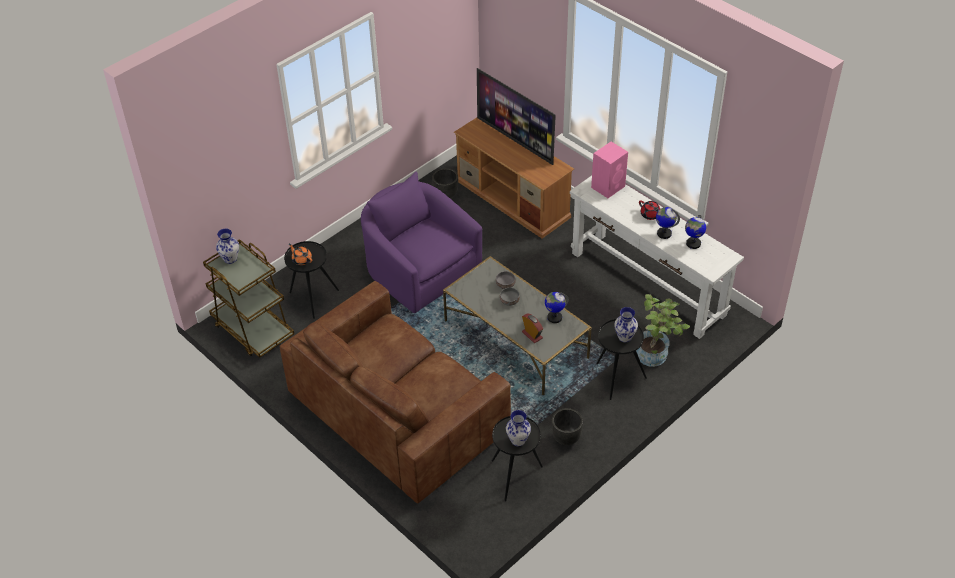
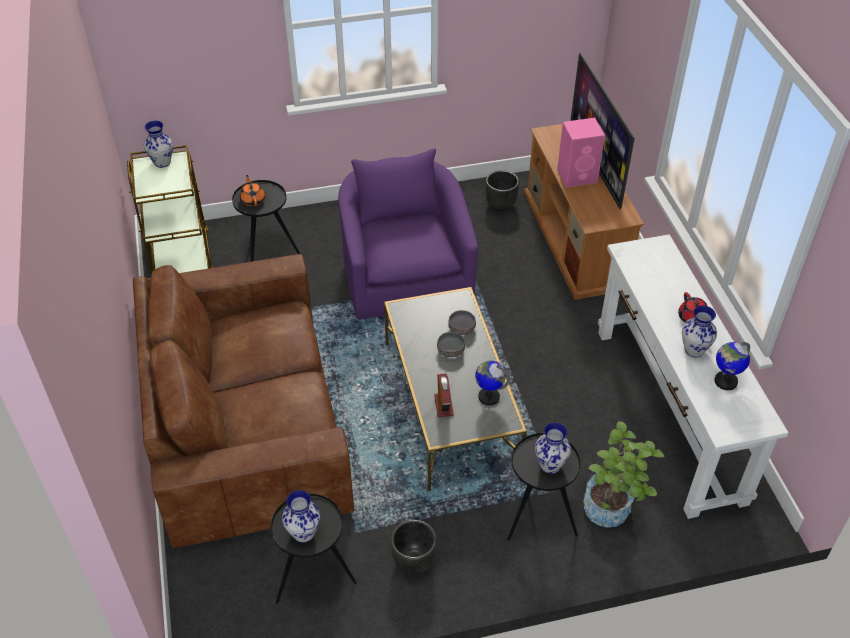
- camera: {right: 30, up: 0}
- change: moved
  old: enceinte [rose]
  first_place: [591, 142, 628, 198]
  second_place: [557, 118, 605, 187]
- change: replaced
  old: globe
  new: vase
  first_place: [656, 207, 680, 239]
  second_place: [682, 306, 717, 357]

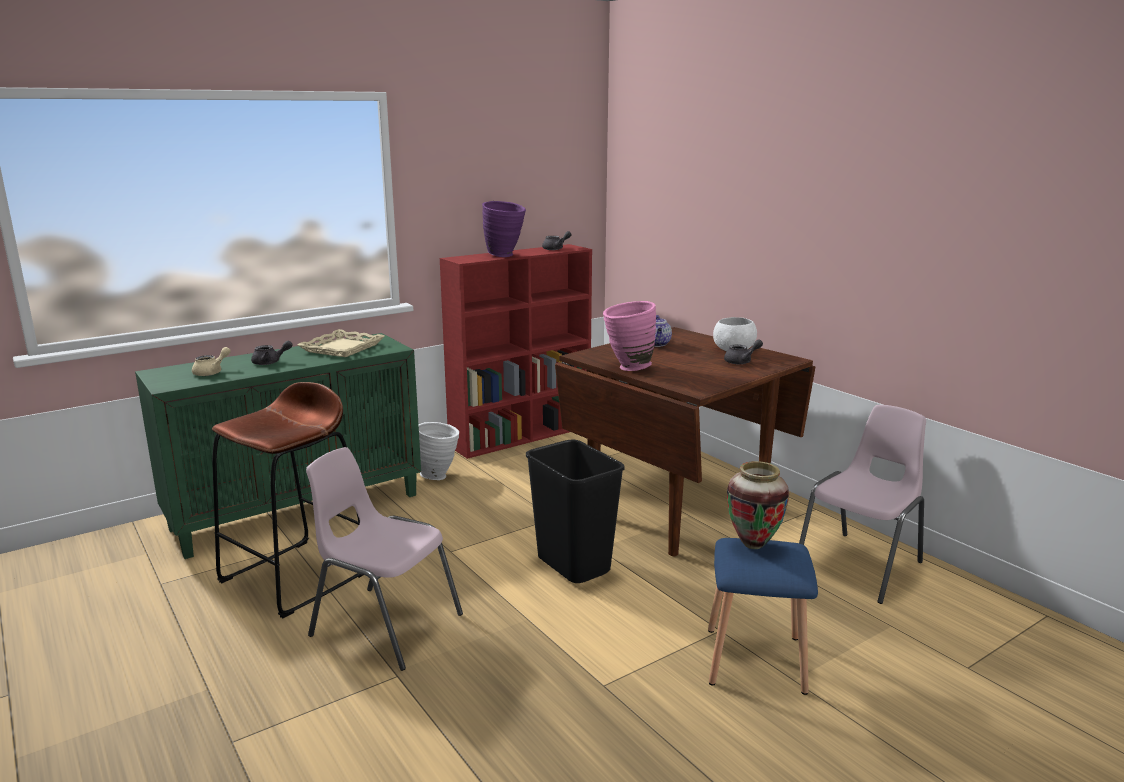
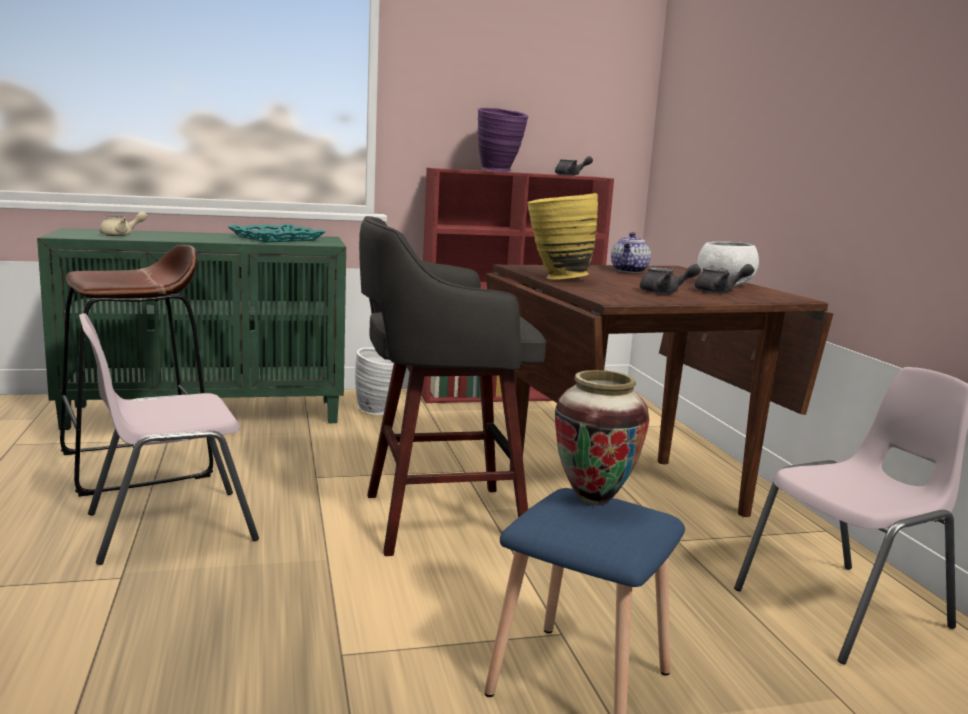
- camera: {right: 20, up: -5}
- change: turned
  old: chaise [rose]
  first_place: [306, 447, 463, 671]
  second_place: [79, 313, 259, 565]
  degrees: -75
- change: recoloured
  old: plateau [beige]
  new: plateau [turquoise]
  first_place: [297, 329, 385, 357]
  second_place: [228, 224, 326, 242]
- change: replaced
  old: poubelle [noir]
  new: tabouret [gris]
  first_place: [526, 440, 625, 583]
  second_place: [359, 216, 546, 556]
- change: recoloured
  old: vase [rose]
  new: vase [jaune]
  first_place: [603, 301, 656, 371]
  second_place: [528, 193, 598, 279]
- change: moved
  old: théière [gris]
  first_place: [251, 341, 293, 365]
  second_place: [640, 264, 701, 294]

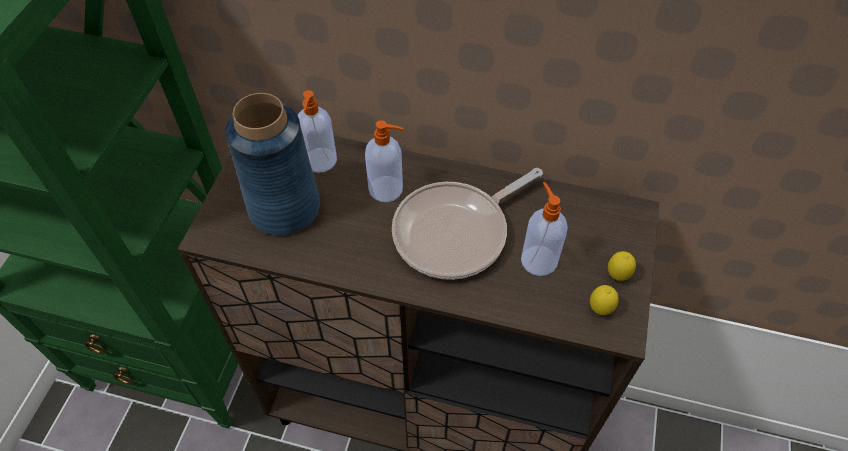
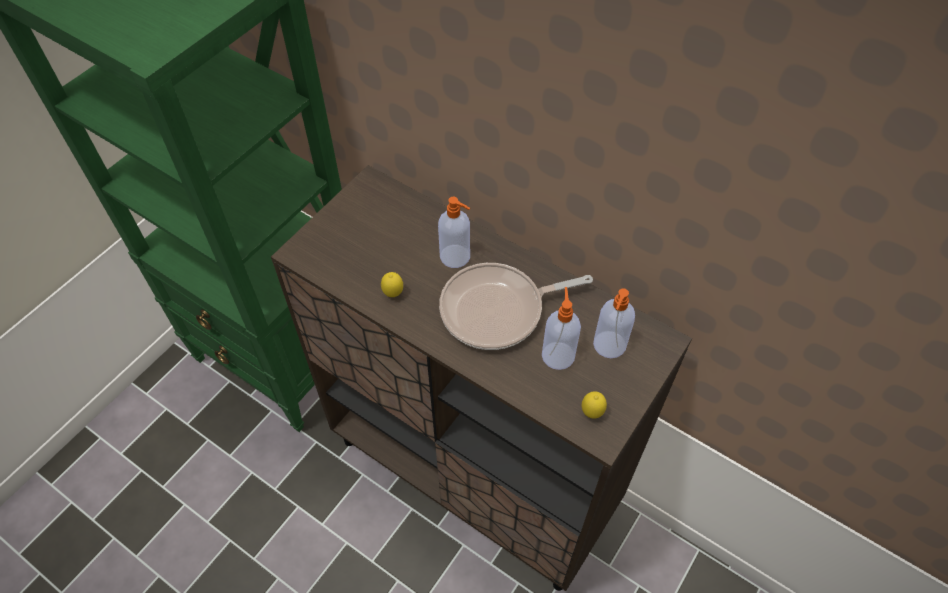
- camera: {right: 20, up: 0}
- change: moved
  old: citron
  first_place: [608, 251, 636, 281]
  second_place: [381, 272, 403, 297]
- change: moved
  old: distributeur de savon
  first_place: [298, 90, 337, 173]
  second_place: [593, 288, 635, 358]
- change: removed
  old: vase [bleu]
  first_place: [225, 93, 320, 235]

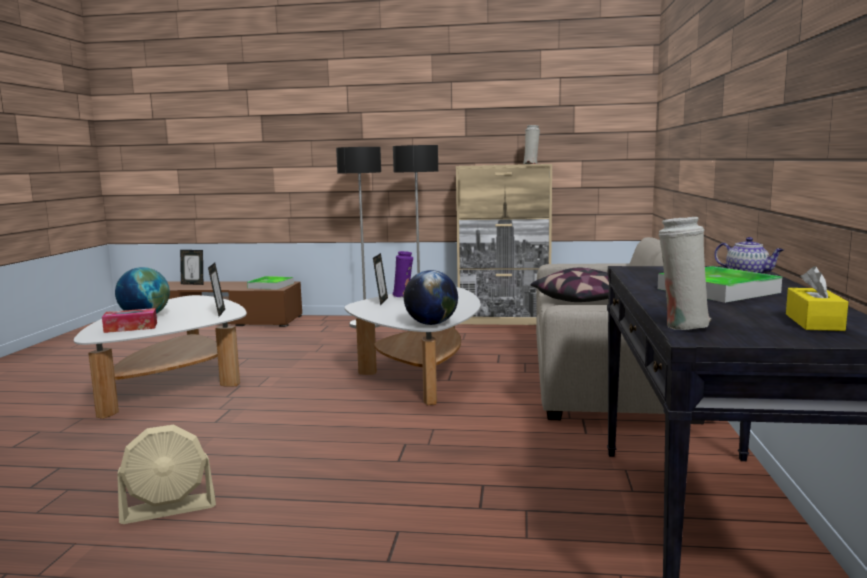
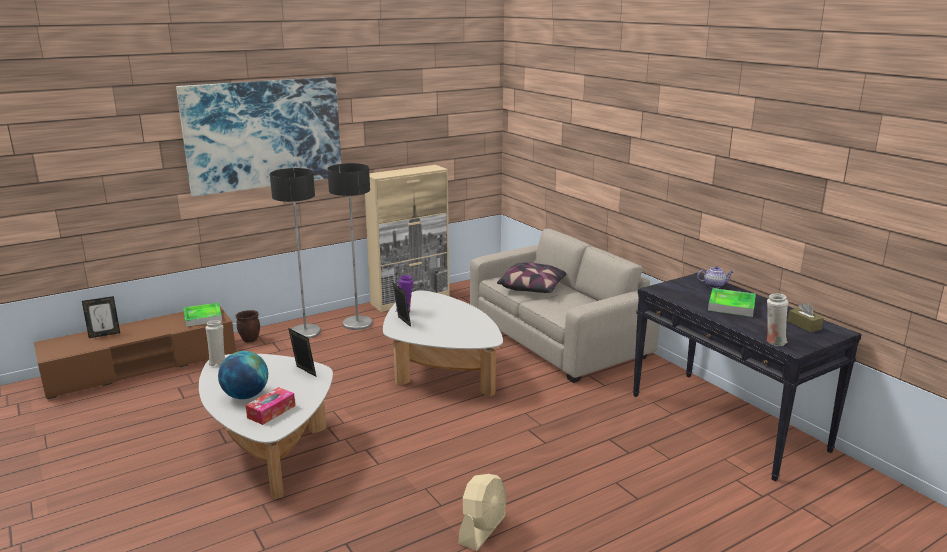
- camera: {right: -40, up: 10}
- change: added
  new: tableau
  second_place: [176, 77, 341, 196]
- change: moved
  old: vase [blanc]
  first_place: [523, 125, 540, 164]
  second_place: [205, 320, 225, 366]
- change: added
  new: cache-pot [marron]
  second_place: [235, 310, 260, 342]
- change: recoloured
  old: boîte à mouchoirs [jaune]
  new: boîte à mouchoirs [marron]
  first_place: [786, 266, 848, 331]
  second_place: [787, 303, 824, 332]
- change: removed
  old: globe
  first_place: [404, 270, 458, 325]

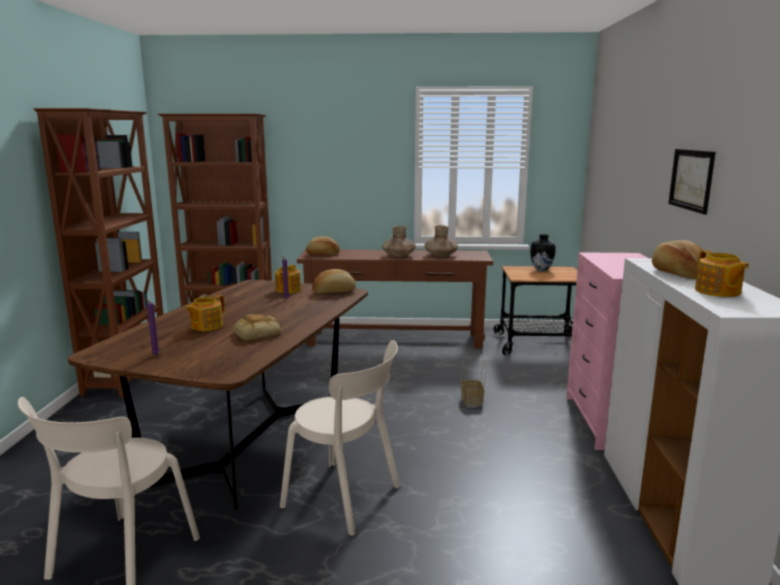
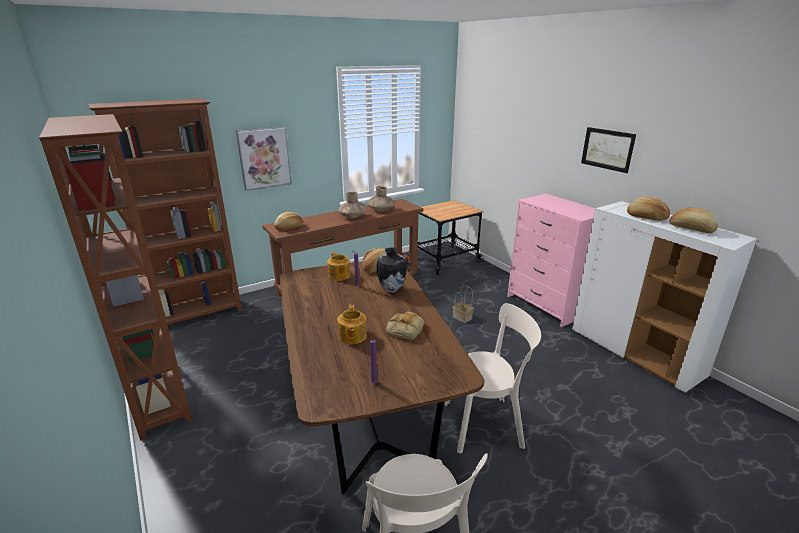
- camera: {right: -35, up: 10}
- change: added
  new: tableau
  second_place: [236, 126, 292, 191]
- change: moved
  old: vase
  first_place: [530, 234, 556, 271]
  second_place: [377, 247, 407, 293]
- change: replaced
  old: théière
  new: pain
  first_place: [695, 250, 749, 297]
  second_place: [670, 207, 718, 233]

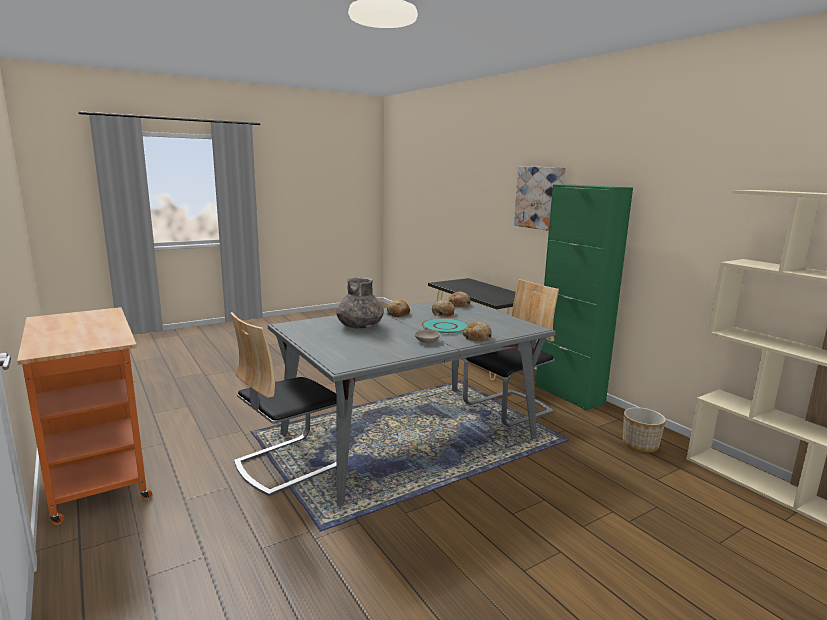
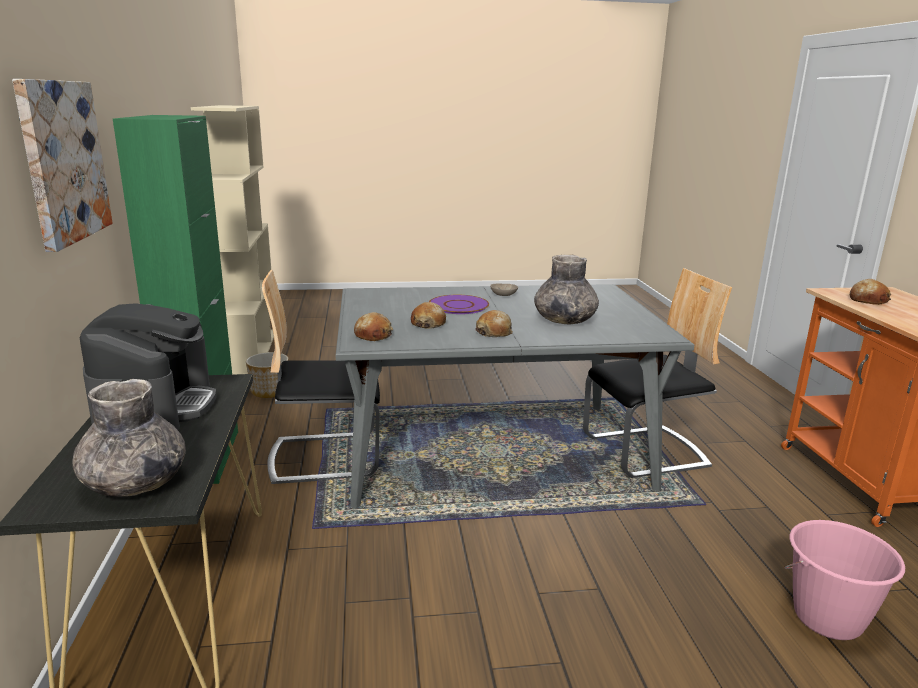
- camera: {right: -155, up: 5}
- change: added
  new: vase [gris]
  second_place: [72, 379, 186, 497]
- change: added
  new: machine à café
  second_place: [80, 303, 216, 430]
- change: recoloured
  old: assiette [turquoise]
  new: assiette [violet]
  first_place: [422, 318, 469, 334]
  second_place: [429, 295, 489, 314]
- change: added
  new: seau [rose]
  second_place: [785, 520, 905, 640]
- change: moved
  old: pain
  first_place: [463, 321, 492, 342]
  second_place: [850, 279, 891, 305]

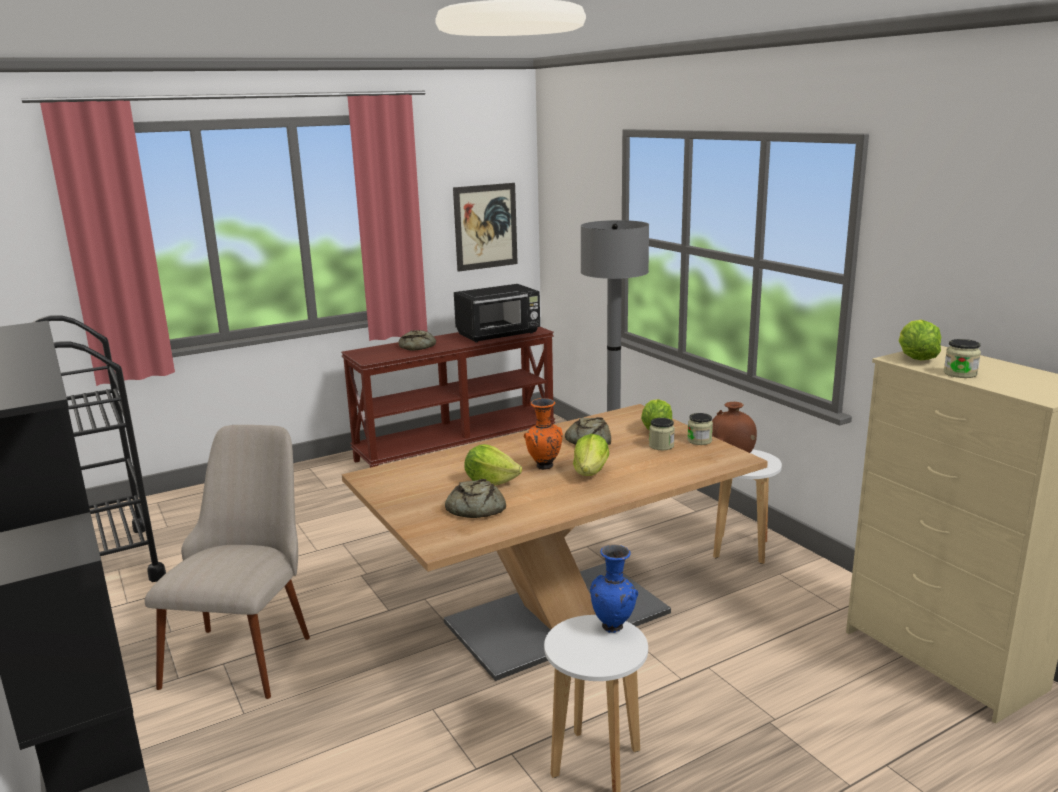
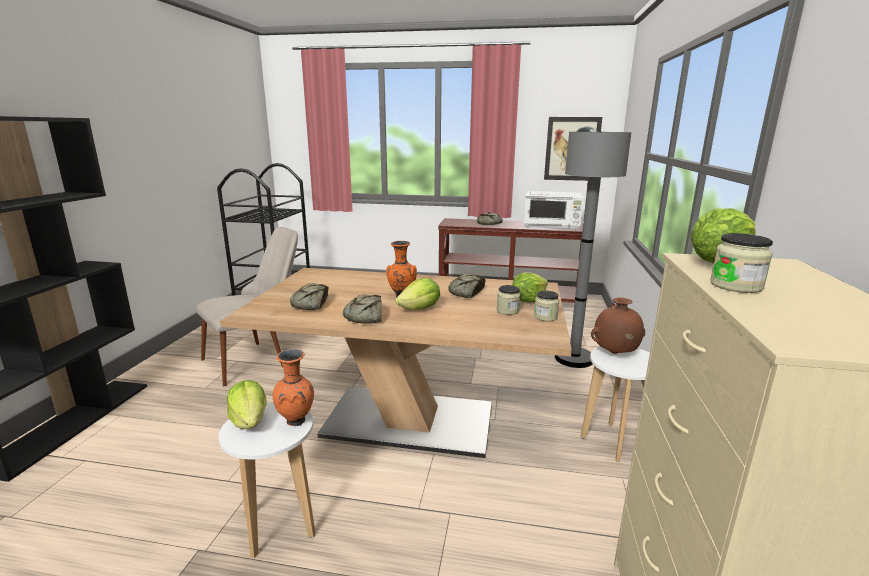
- camera: {right: 40, up: 0}
- change: moved
  old: laitue
  first_place: [464, 444, 522, 485]
  second_place: [227, 380, 267, 429]
- change: recoloured
  old: vase [bleu]
  new: vase [orange]
  first_place: [590, 544, 638, 633]
  second_place: [273, 349, 314, 426]
- change: added
  new: pain
  second_place: [343, 294, 382, 324]
- change: recoloured
  old: micro-ondes [noir]
  new: micro-ondes [blanc]
  first_place: [454, 284, 540, 343]
  second_place: [524, 191, 584, 230]

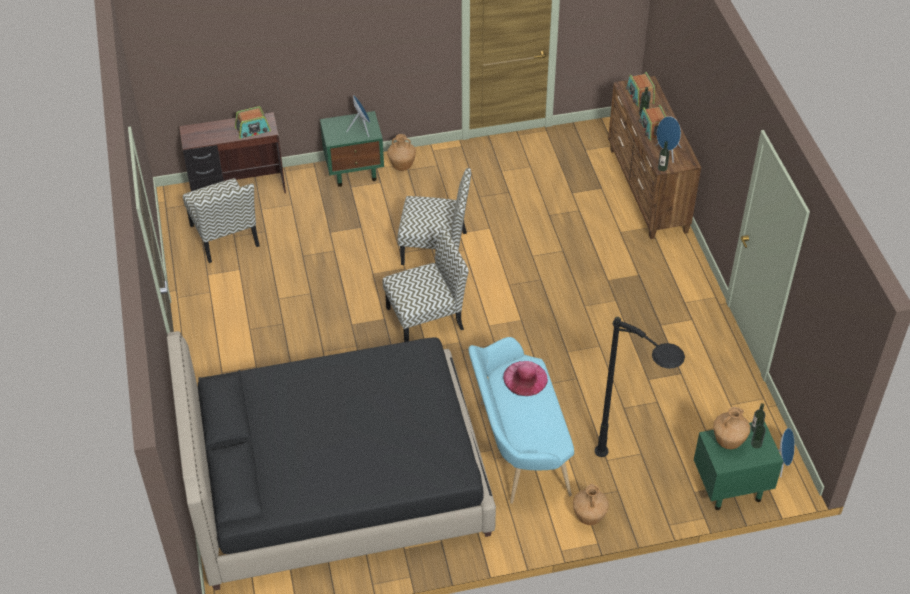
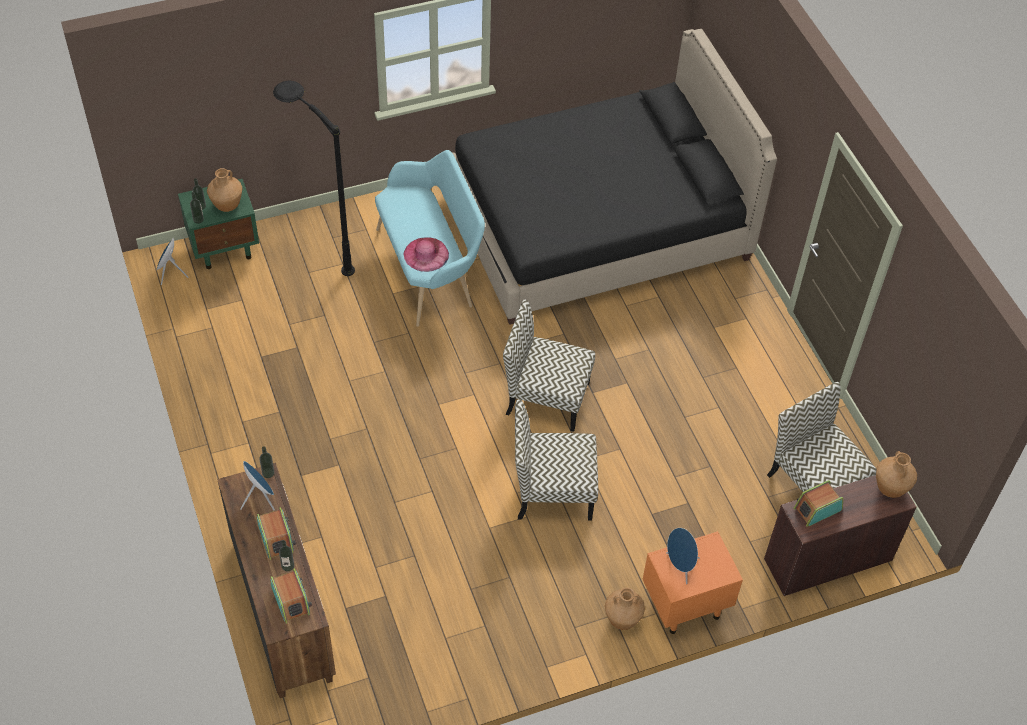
- camera: {right: 170, up: 5}
- change: turned
  old: chaise
  first_place: [383, 227, 469, 342]
  second_place: [503, 300, 595, 432]
  degrees: 45
- change: recoloured
  old: table de chevet [vert]
  new: table de chevet [orange]
  first_place: [320, 111, 384, 187]
  second_place: [643, 531, 743, 634]
- change: moved
  old: vase [marron]
  first_place: [573, 484, 609, 525]
  second_place: [876, 451, 917, 498]

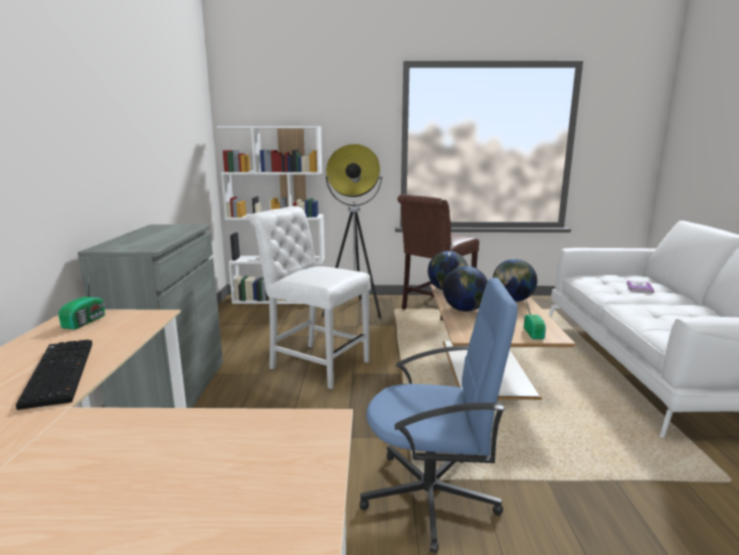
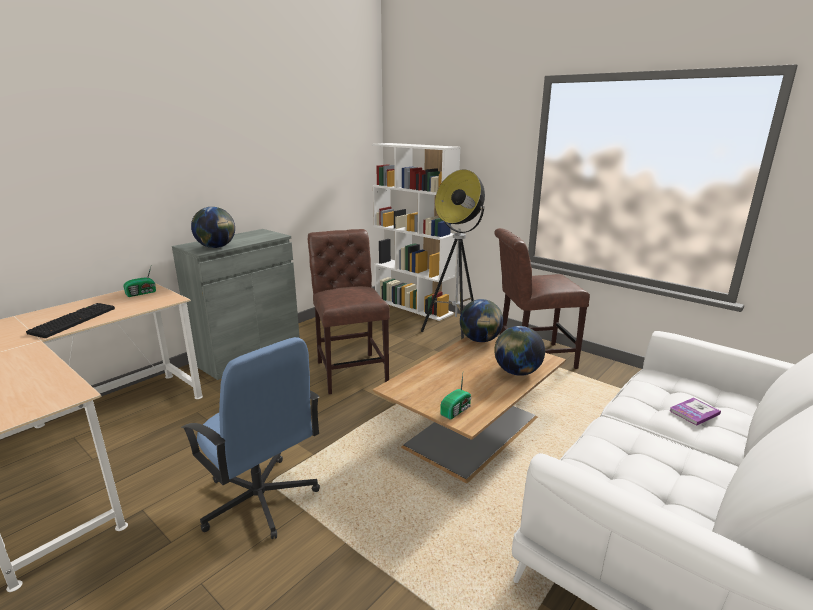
- camera: {right: 40, up: 5}
- change: moved
  old: globe
  first_place: [443, 266, 488, 312]
  second_place: [191, 207, 235, 248]
- change: recoloured
  old: chaise [blanc]
  new: chaise [marron]
  first_place: [250, 206, 371, 389]
  second_place: [308, 229, 390, 394]

